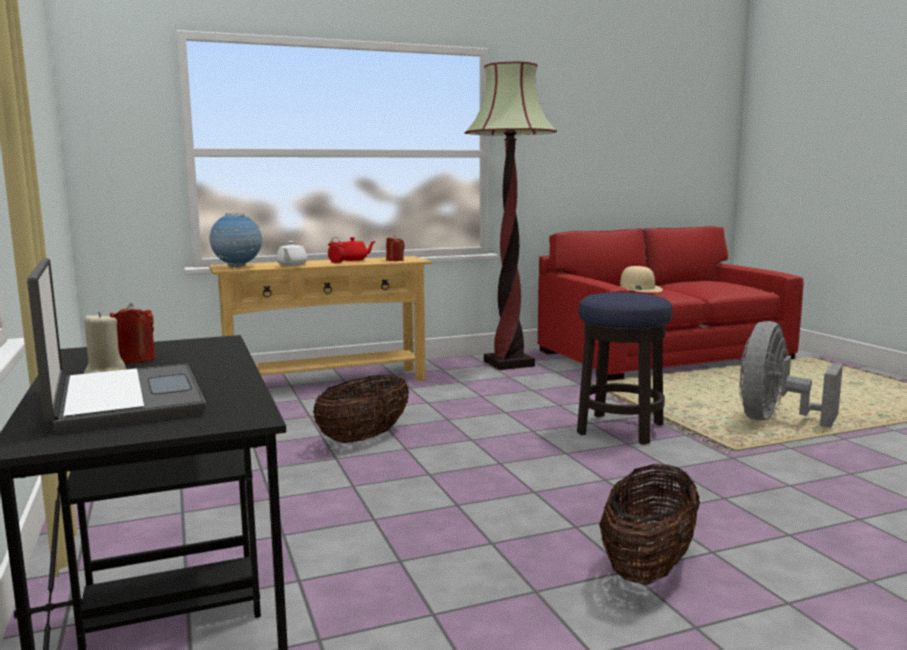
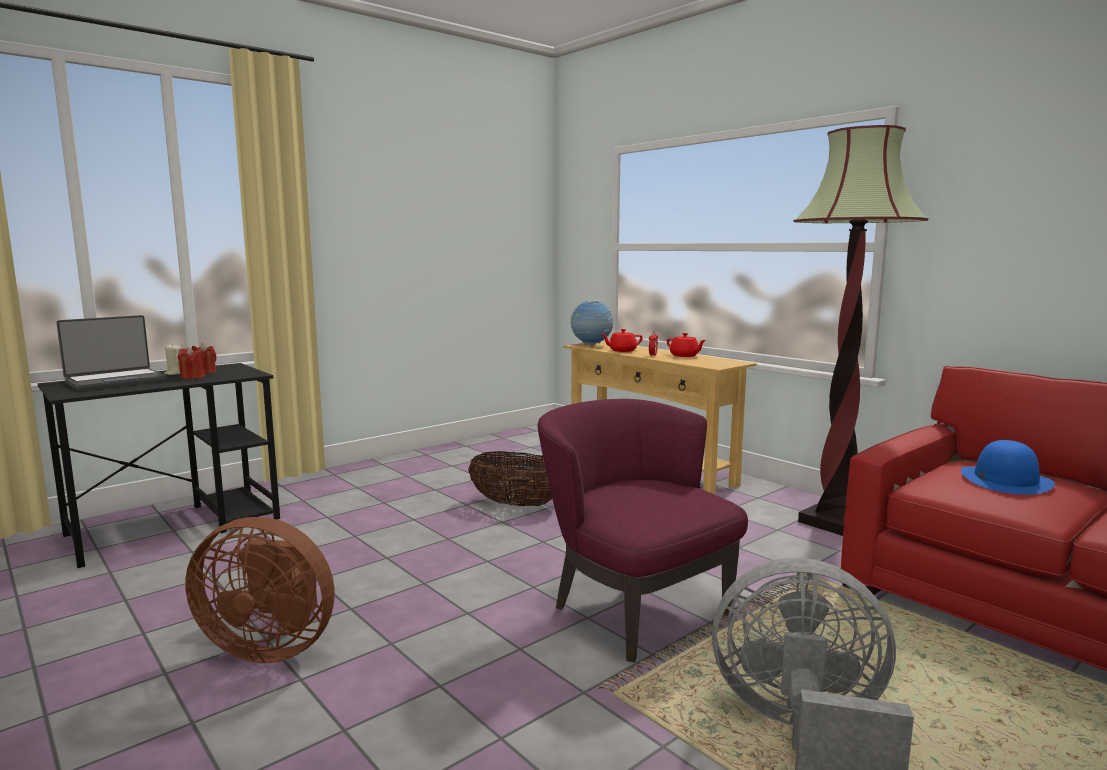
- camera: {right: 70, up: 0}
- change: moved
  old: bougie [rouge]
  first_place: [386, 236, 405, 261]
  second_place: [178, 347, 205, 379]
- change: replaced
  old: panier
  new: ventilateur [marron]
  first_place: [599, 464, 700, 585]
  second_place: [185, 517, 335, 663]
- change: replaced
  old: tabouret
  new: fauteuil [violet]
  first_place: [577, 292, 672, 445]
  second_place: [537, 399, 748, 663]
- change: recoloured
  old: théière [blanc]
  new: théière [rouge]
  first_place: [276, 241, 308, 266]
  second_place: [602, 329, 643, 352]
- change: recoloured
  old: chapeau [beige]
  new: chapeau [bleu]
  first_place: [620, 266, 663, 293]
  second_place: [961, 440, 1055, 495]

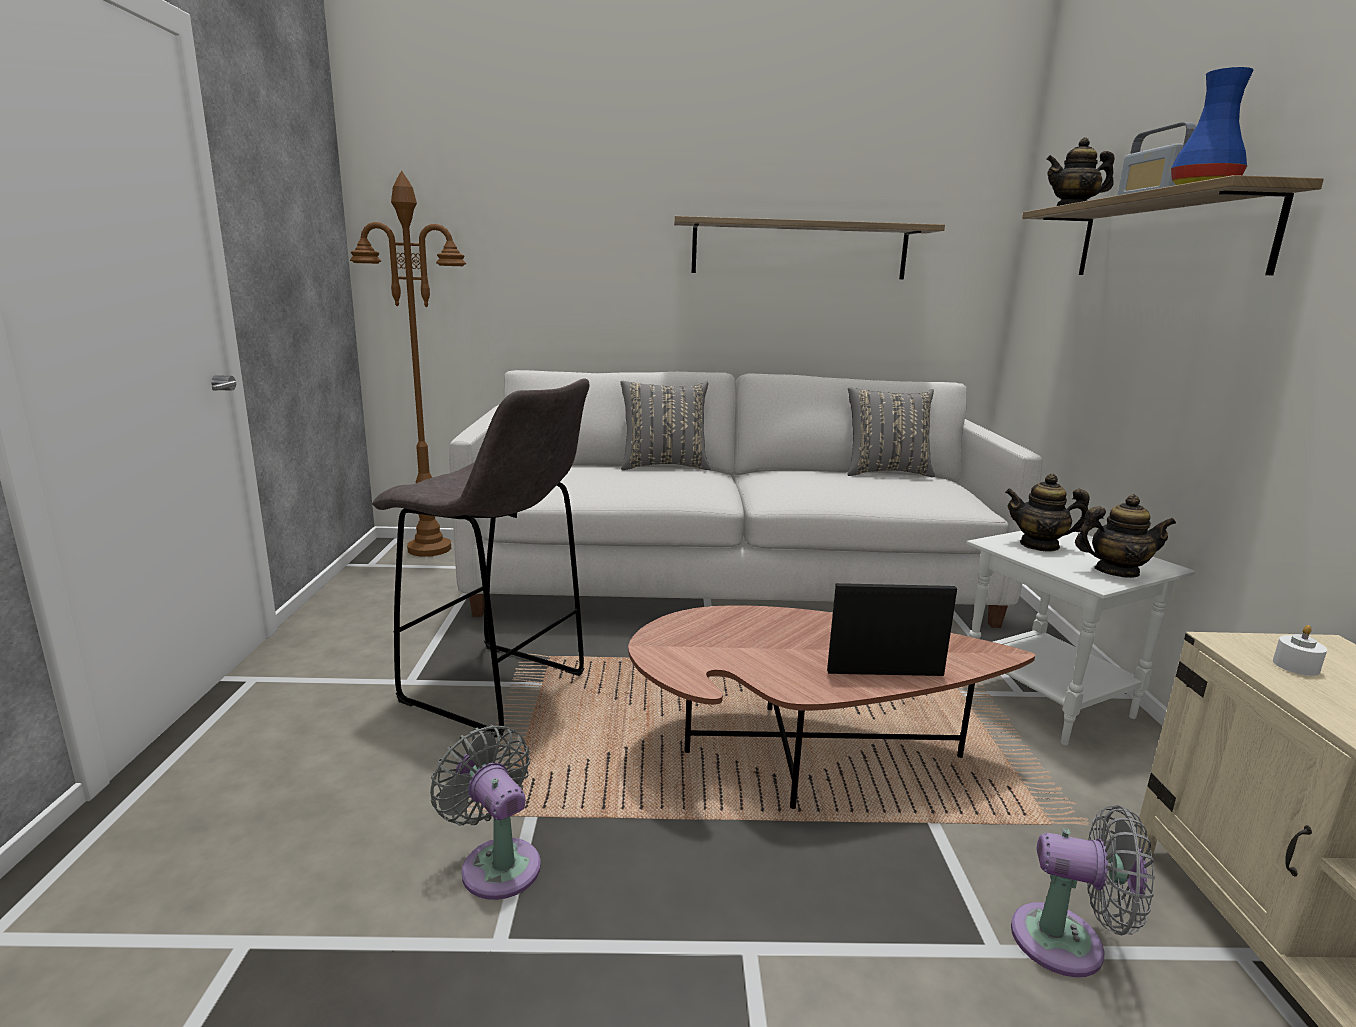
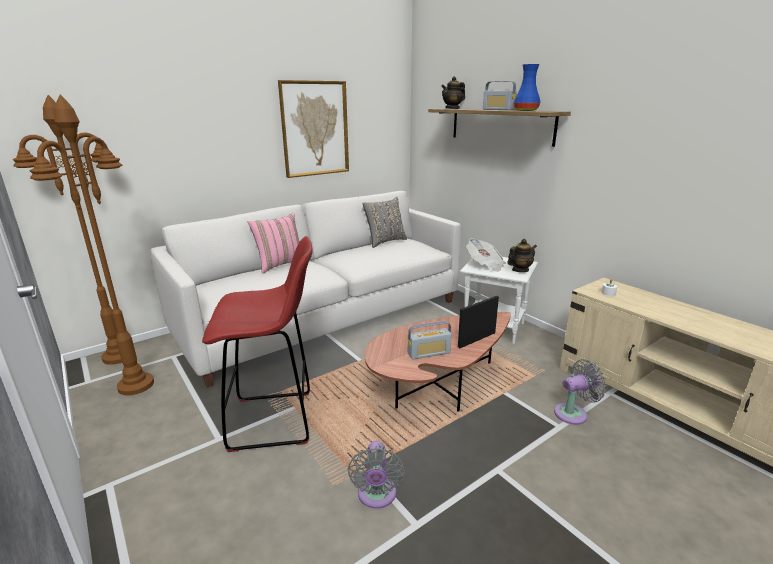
- camera: {right: -35, up: 5}
- change: added
  new: lampadaire [marron]
  second_place: [29, 94, 154, 395]
- change: recoloured
  old: tabouret [gris]
  new: tabouret [rouge]
  first_place: [372, 378, 590, 737]
  second_place: [202, 236, 313, 452]
- change: recoloured
  old: coussin [gris]
  new: coussin [rose]
  first_place: [620, 381, 710, 470]
  second_place: [248, 212, 300, 274]
- change: replaced
  old: étagère
  new: tableau
  first_place: [674, 216, 945, 279]
  second_place: [278, 80, 349, 178]
- change: turned
  old: ventilateur [gris]
  first_place: [430, 725, 541, 900]
  second_place: [348, 441, 404, 509]
  degrees: -105
- change: added
  new: radio
  second_place: [408, 321, 452, 360]
- change: replaced
  old: théière
  new: journal
  first_place: [1005, 474, 1090, 552]
  second_place: [466, 238, 506, 272]

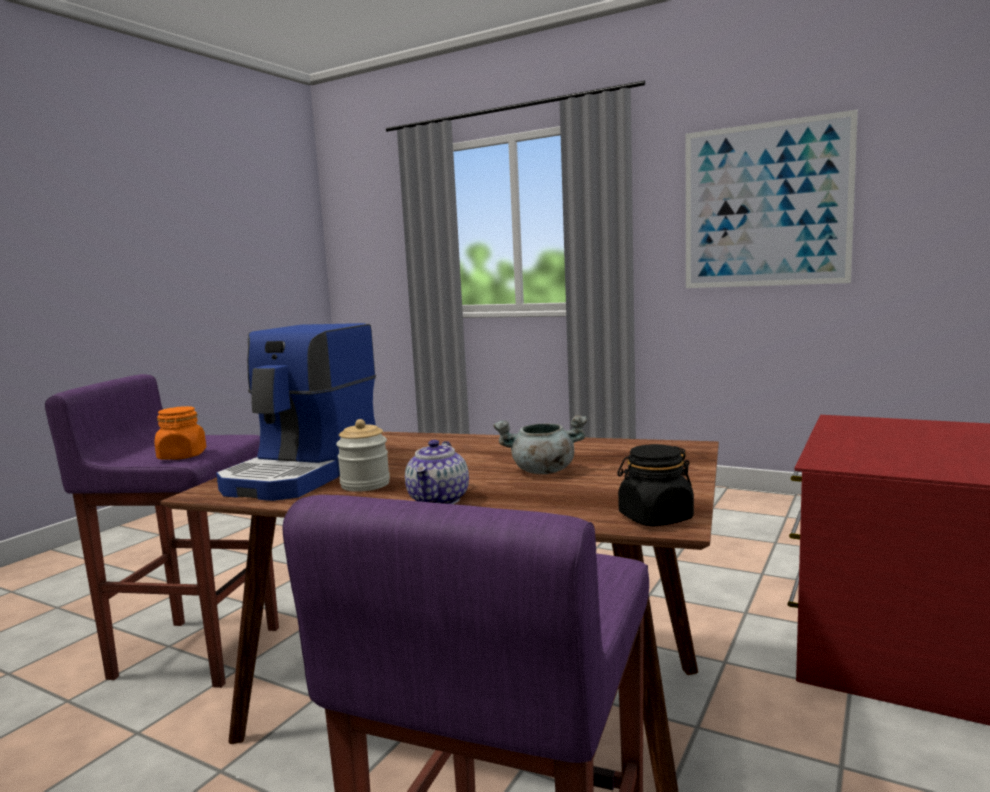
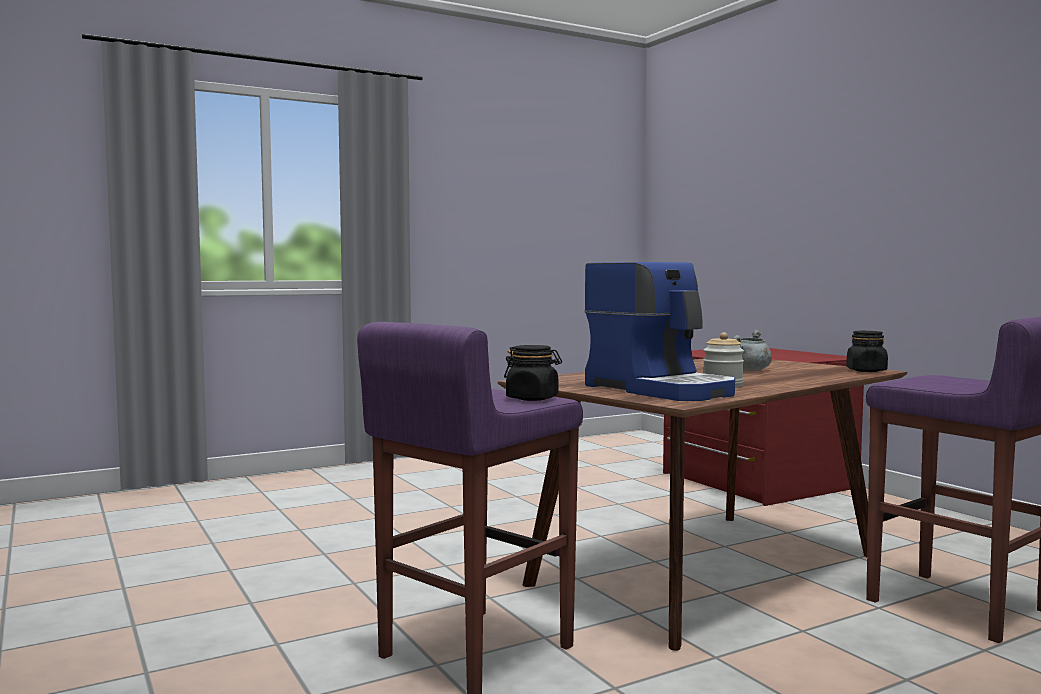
- camera: {right: -60, up: -5}
- change: recoloured
  old: bocal [orange]
  new: bocal [noir]
  first_place: [155, 406, 206, 460]
  second_place: [504, 345, 562, 401]
- change: removed
  old: théière
  first_place: [405, 440, 469, 504]
- change: removed
  old: tableau
  first_place: [686, 110, 858, 288]

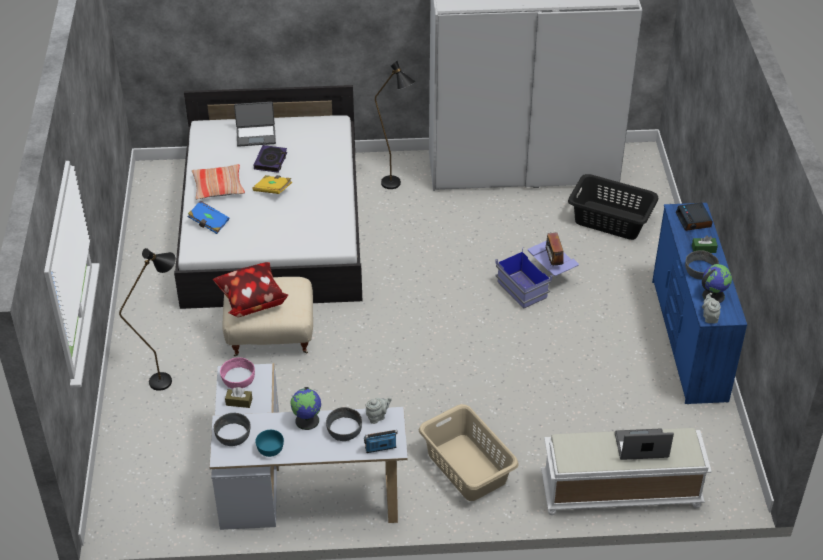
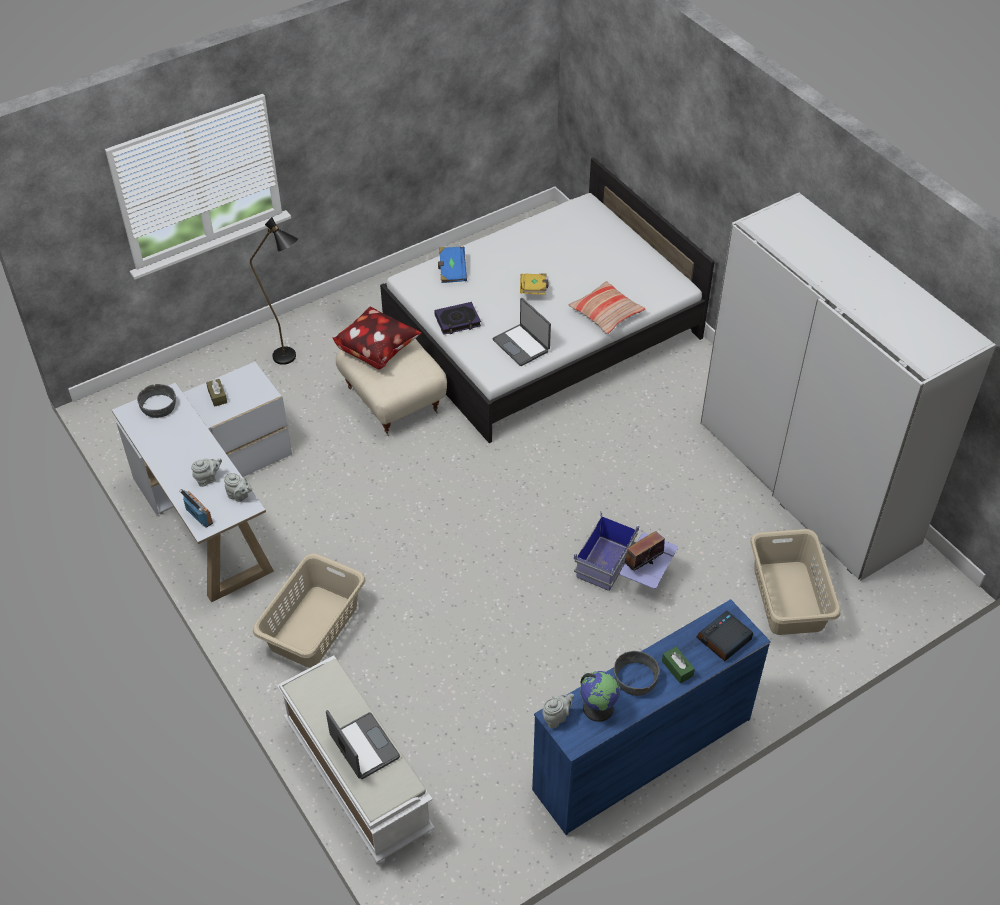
- camera: {right: 60, up: 5}
- change: replaced
  old: bol [gris]
  new: théière [gris]
  first_place: [326, 407, 362, 441]
  second_place: [191, 458, 222, 487]
- change: moved
  old: livre
  first_place: [254, 145, 287, 173]
  second_place: [434, 302, 481, 335]
- change: moved
  old: ordinateur portable
  first_place: [234, 102, 276, 147]
  second_place: [492, 298, 551, 366]
- change: moved
  old: coussin
  first_place: [192, 164, 245, 200]
  second_place: [568, 281, 645, 334]
- change: recoloured
  old: panier à linge [noir]
  new: panier à linge [beige]
  first_place: [568, 174, 658, 240]
  second_place: [750, 529, 840, 635]
- change: removed
  old: bol [rose]
  first_place: [220, 357, 255, 389]
- change: removed
  old: bol [turquoise]
  first_place: [255, 430, 284, 457]
- change: removed
  old: globe
  first_place: [290, 387, 321, 430]
- change: removed
  old: lampadaire [noir]
  first_place: [375, 61, 415, 189]

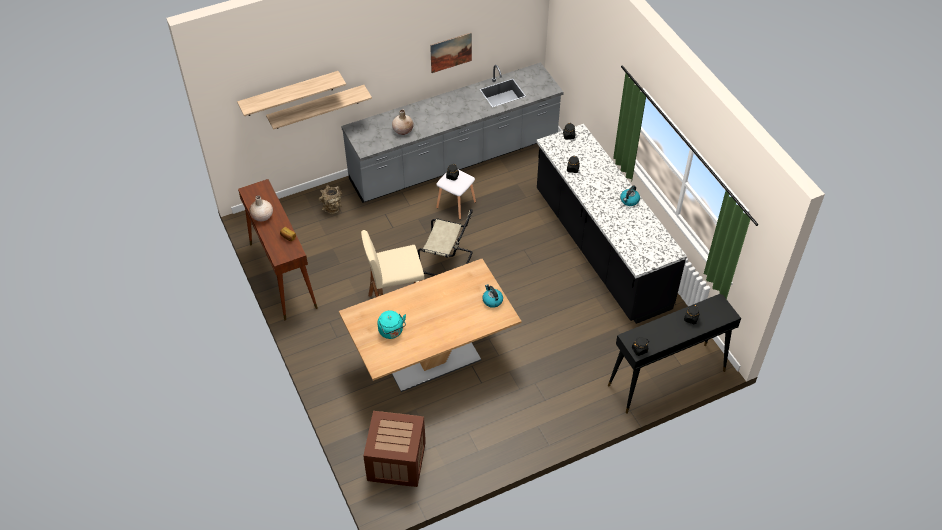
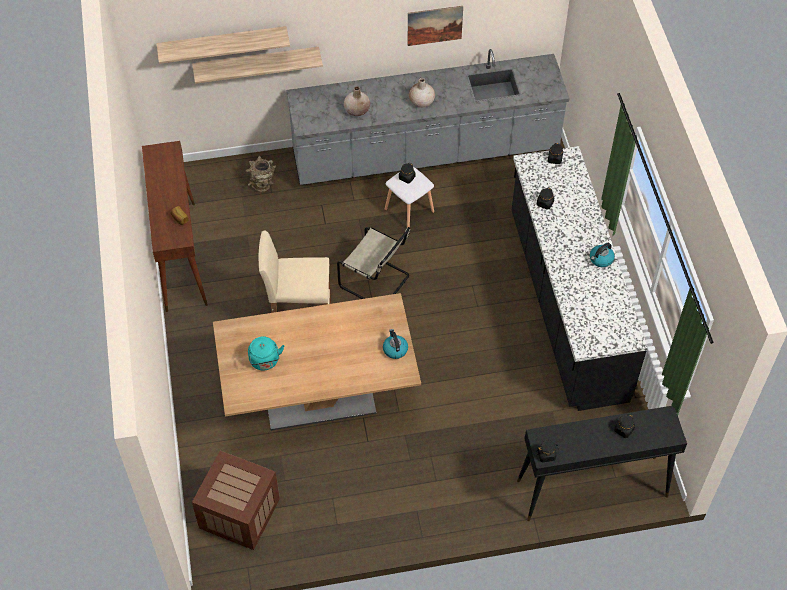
- camera: {right: 15, up: 5}
- change: moved
  old: vase [beige]
  first_place: [250, 195, 273, 221]
  second_place: [409, 78, 435, 108]

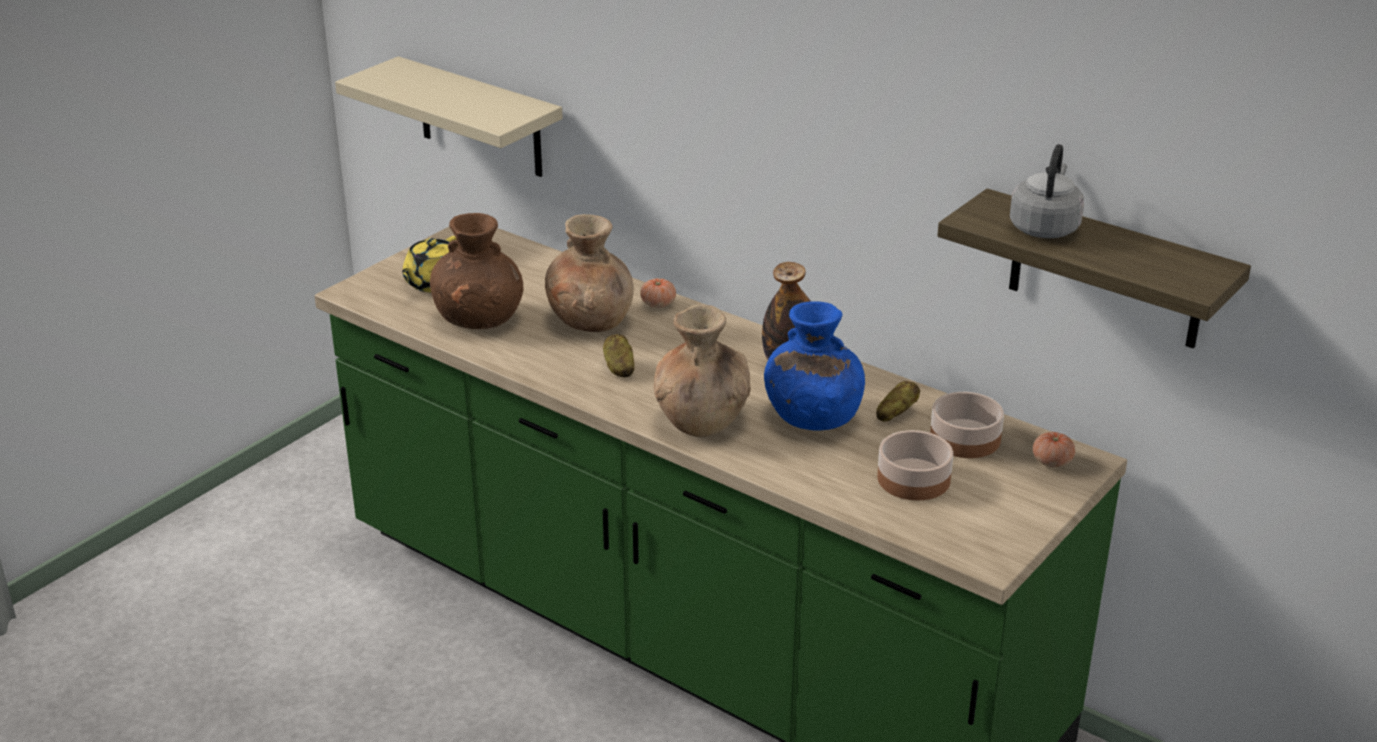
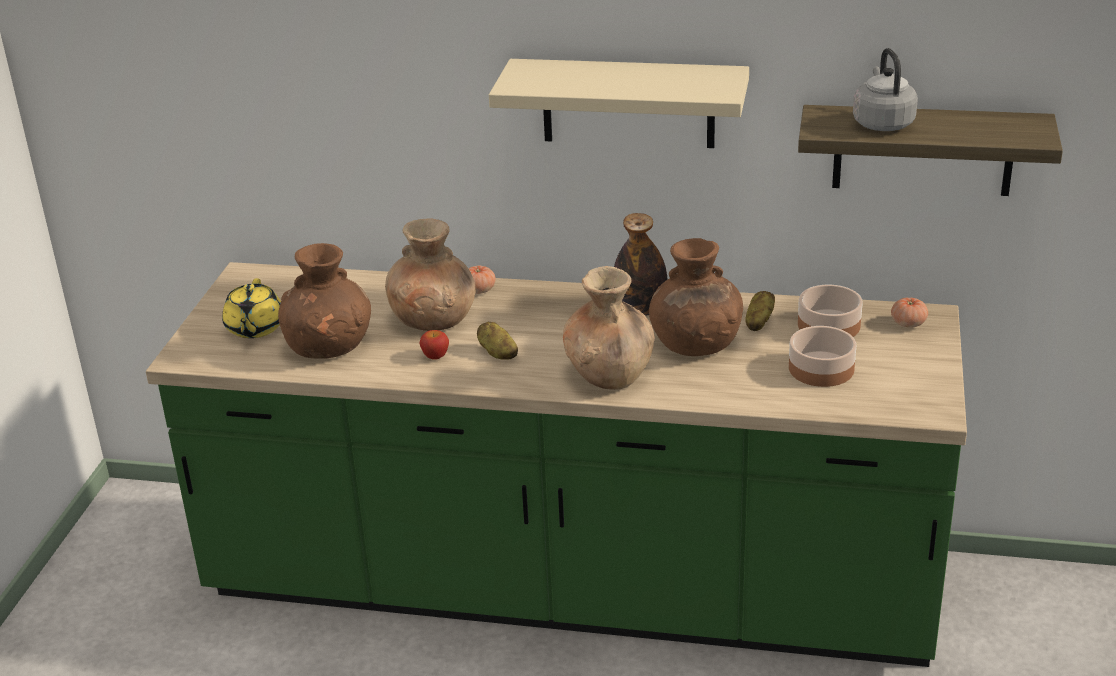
- camera: {right: -25, up: 0}
- change: added
  new: pomme
  second_place: [420, 330, 449, 360]
- change: moved
  old: étagère [beige]
  first_place: [335, 56, 563, 177]
  second_place: [489, 59, 749, 148]
- change: recoloured
  old: vase [bleu]
  new: vase [marron]
  first_place: [764, 301, 865, 431]
  second_place: [649, 238, 743, 356]

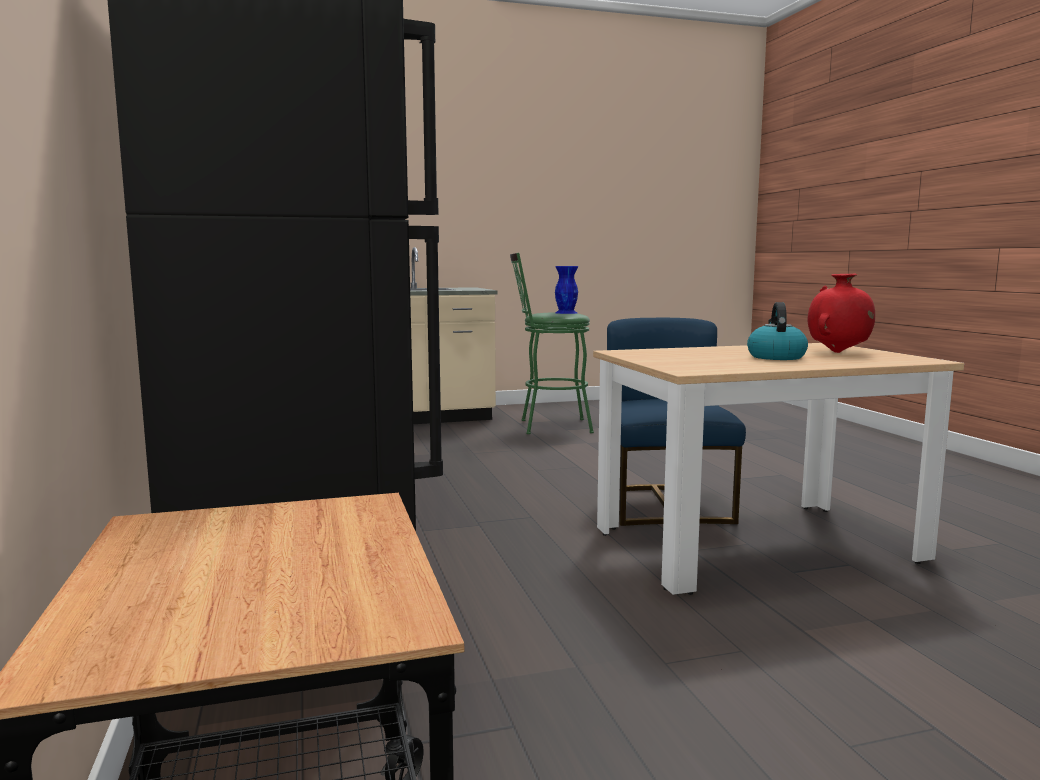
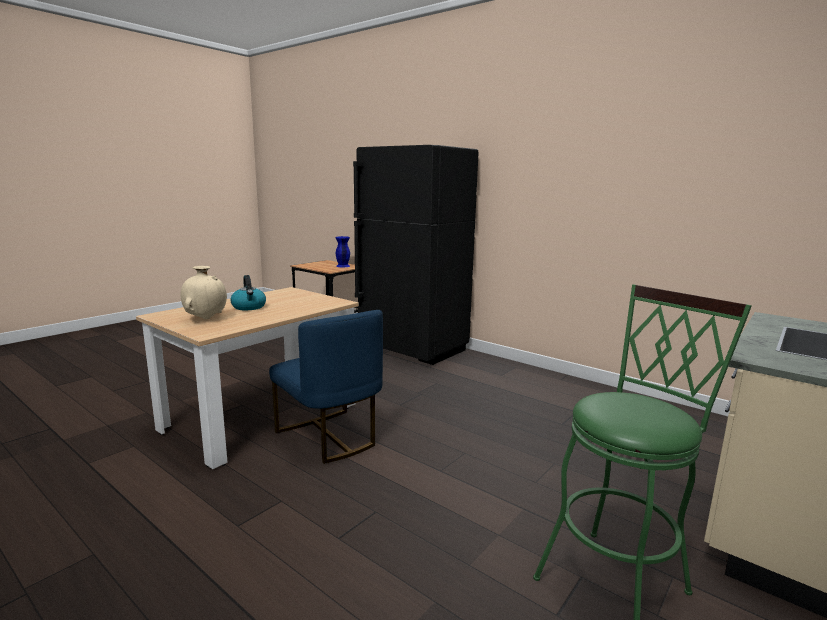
- camera: {right: 145, up: 5}
- change: recoloured
  old: vase [rouge]
  new: vase [beige]
  first_place: [807, 274, 875, 353]
  second_place: [181, 266, 227, 319]
- change: moved
  old: vase [bleu]
  first_place: [555, 266, 578, 314]
  second_place: [335, 236, 350, 267]

